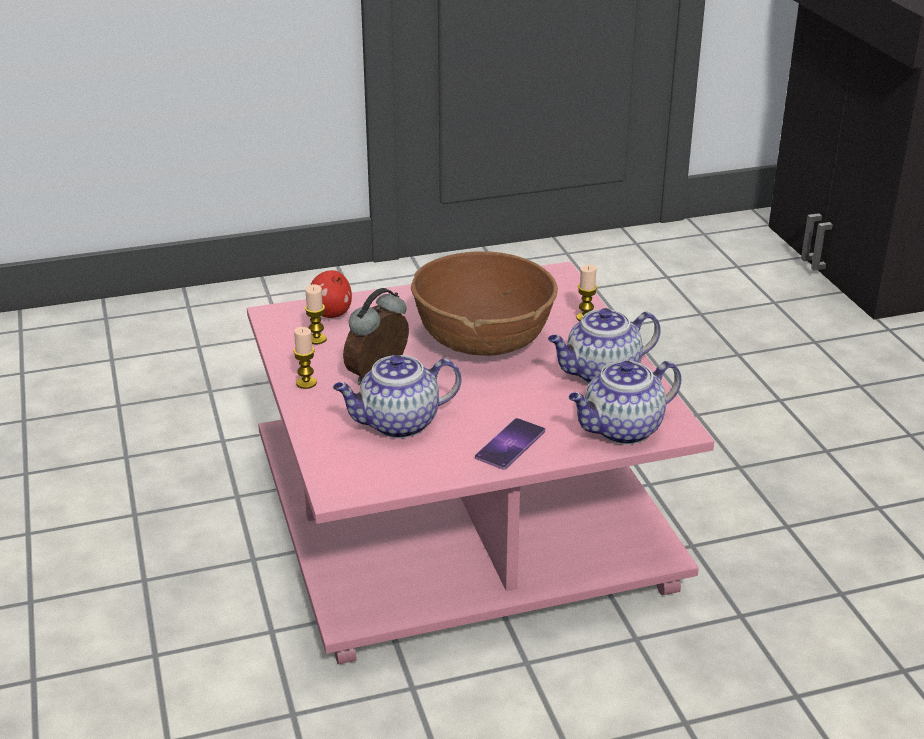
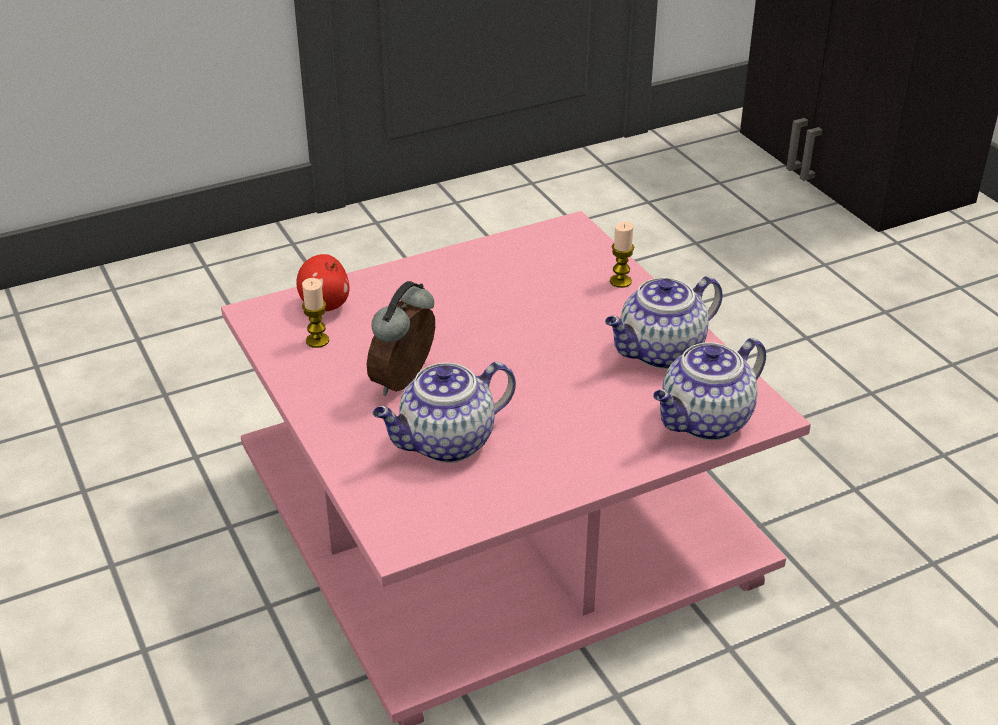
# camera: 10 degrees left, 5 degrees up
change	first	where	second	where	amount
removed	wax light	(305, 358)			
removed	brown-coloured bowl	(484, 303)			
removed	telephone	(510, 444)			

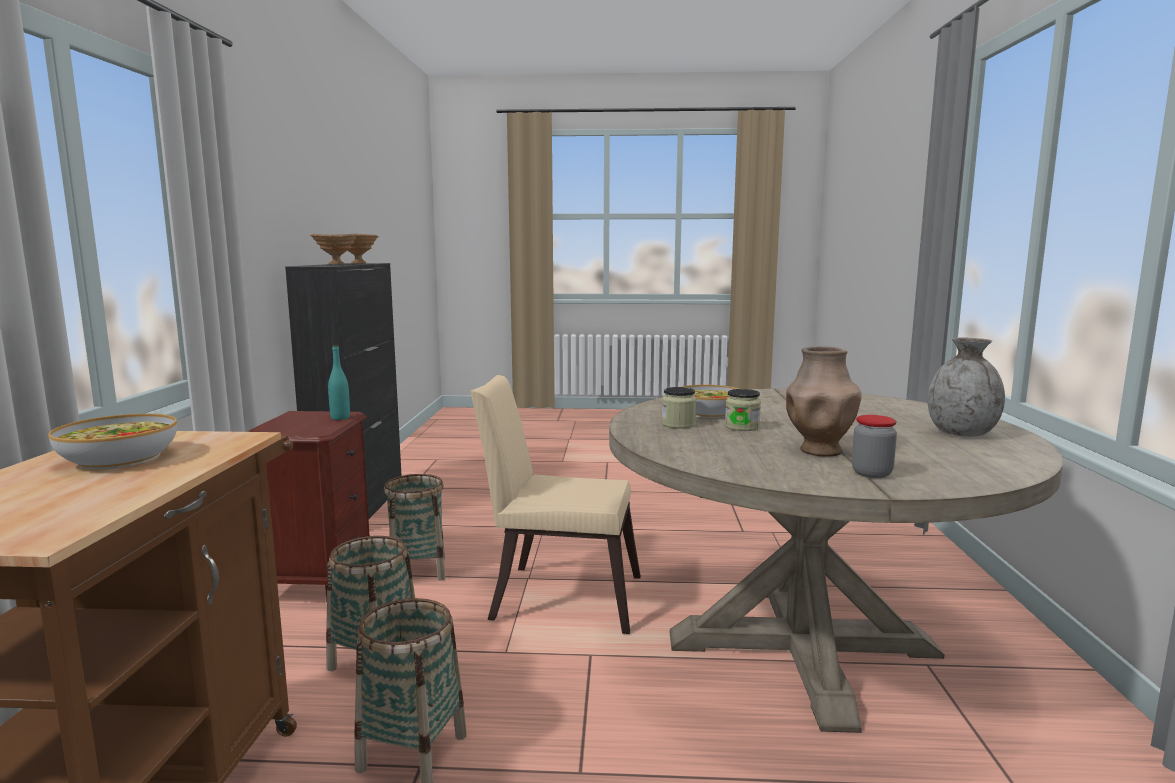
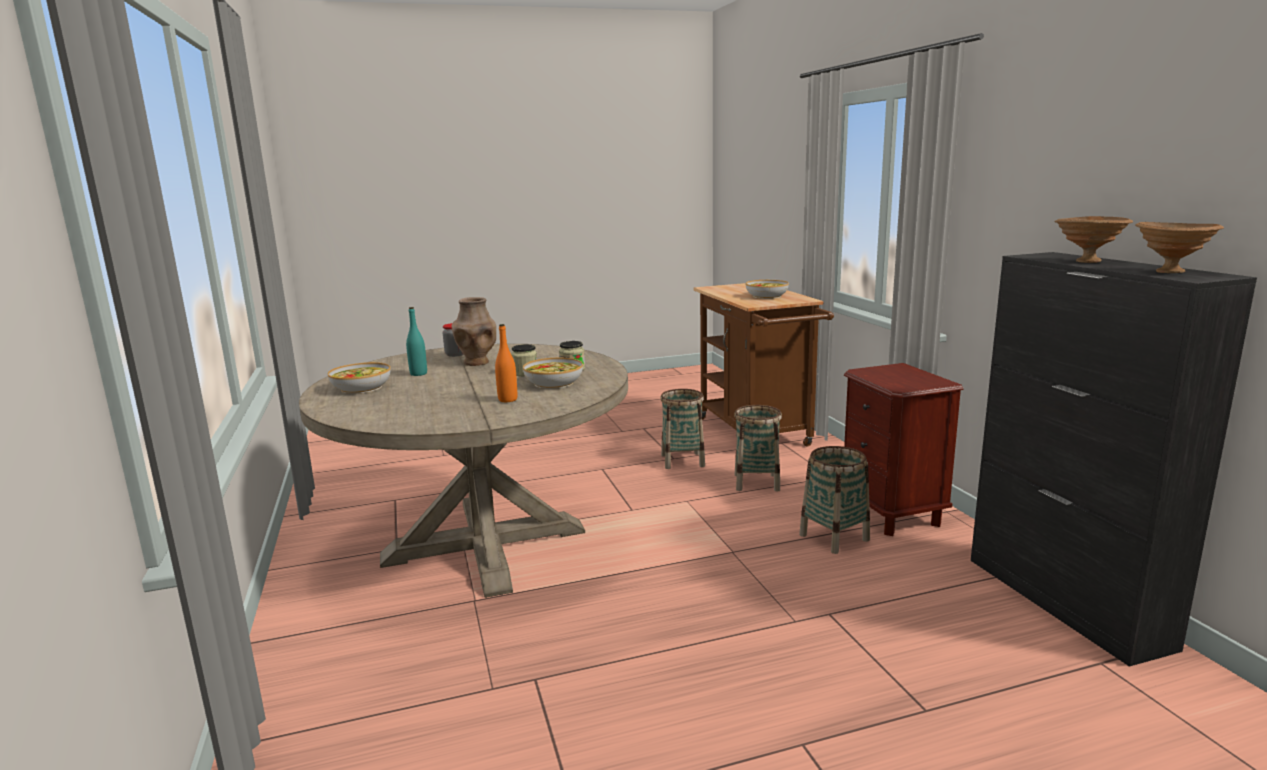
# camera: 160 degrees right, 5 degrees up
change	first	where	second	where	amount
removed	beige plain chair	(555, 504)			
added			orangey bottle	(506, 363)	
moved	turquoise bottle	(339, 382)		(416, 341)	
replaced	grey decorative vase	(966, 387)	bowl	(359, 378)	

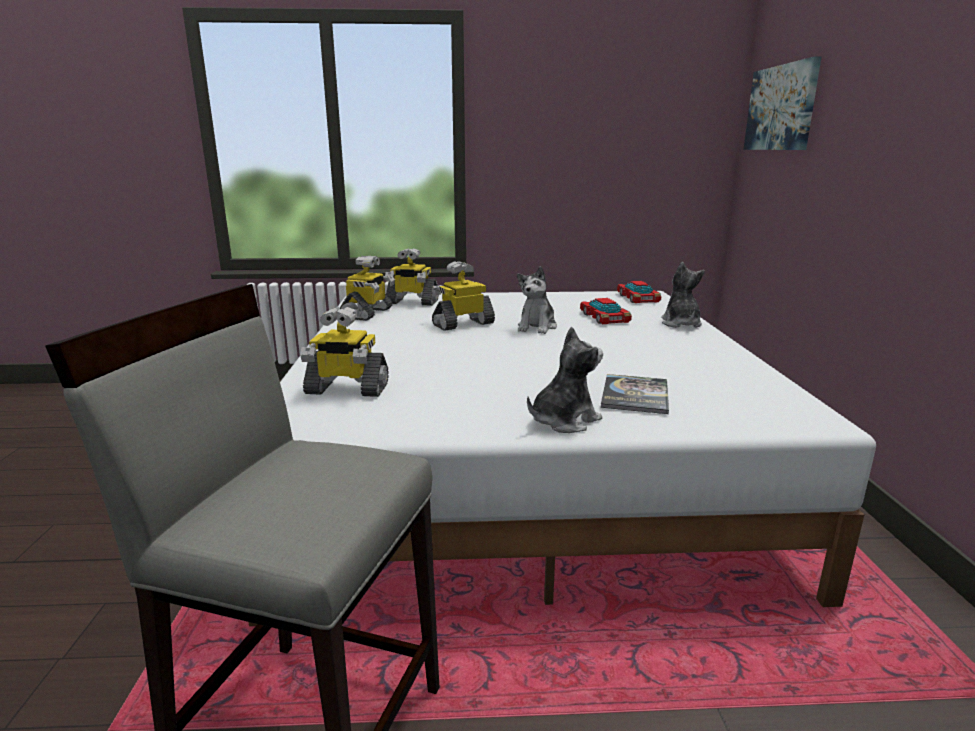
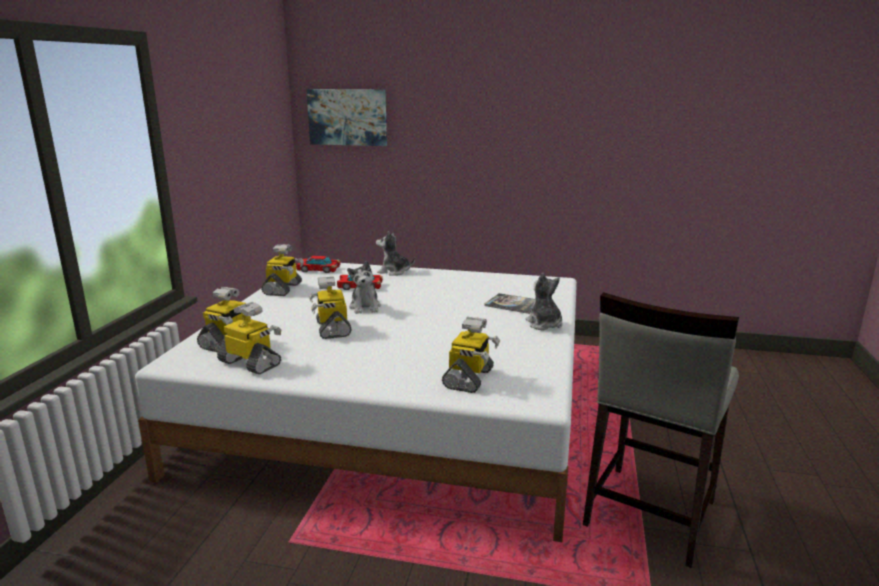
# camera: 75 degrees left, 0 degrees up
change	first	where	second	where	amount
added			toy robot	(282, 270)	
turned	soft toy	(537, 300)		(364, 287)	45 degrees clockwise

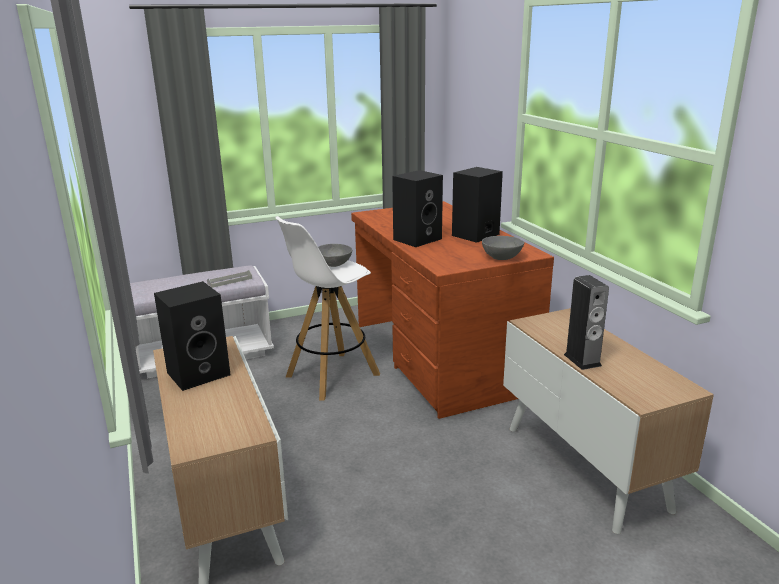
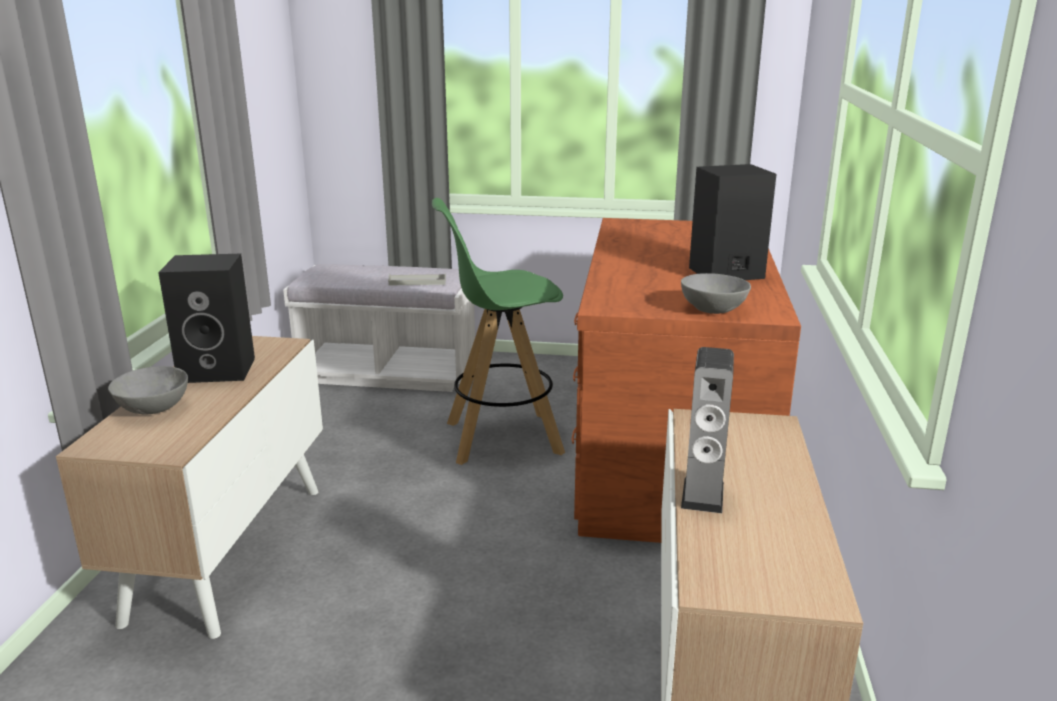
# camera: 30 degrees right, 0 degrees up
change	first	where	second	where	amount
removed	blackish speaker	(417, 208)			
moved	grey bowl	(335, 255)		(148, 390)	
recoloured	whitish stool	(327, 308)	green stool	(498, 331)	

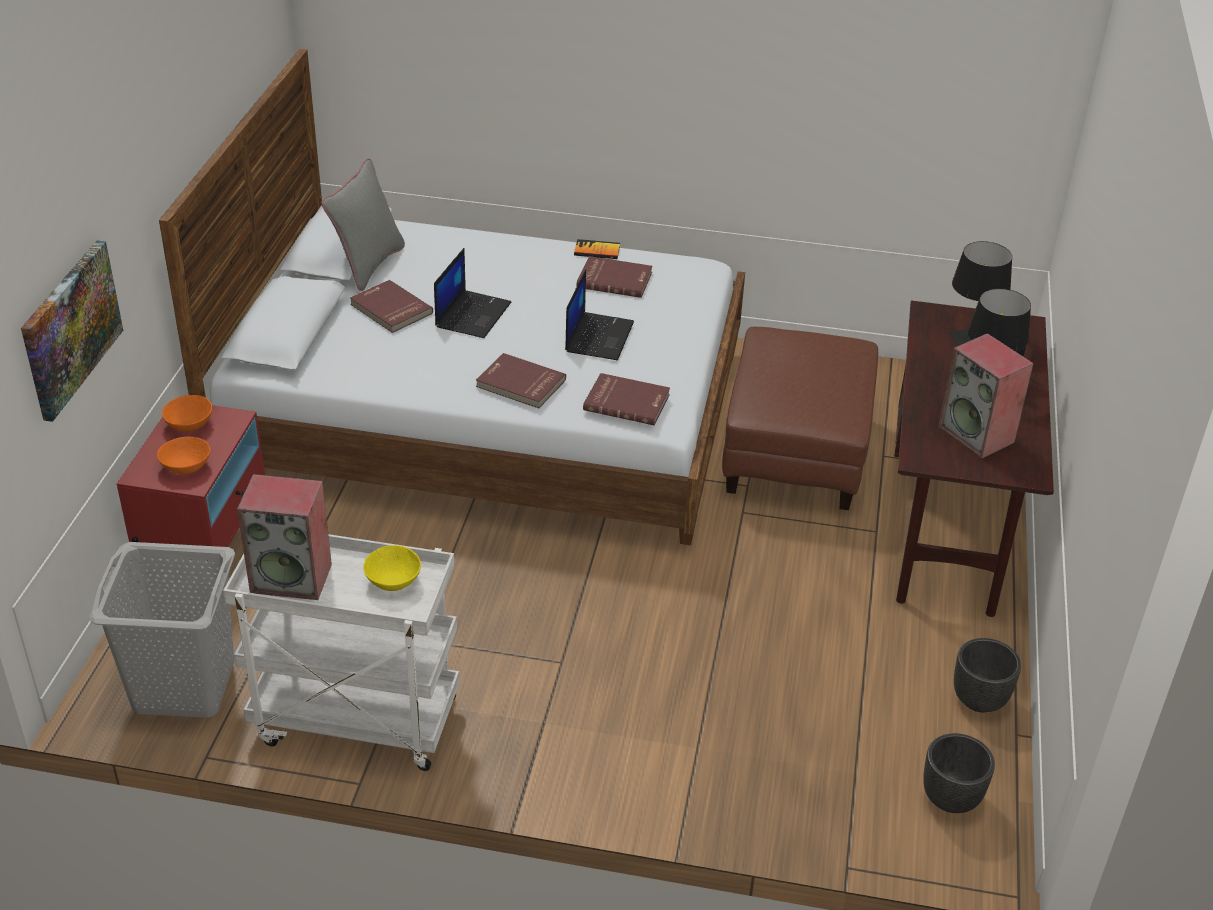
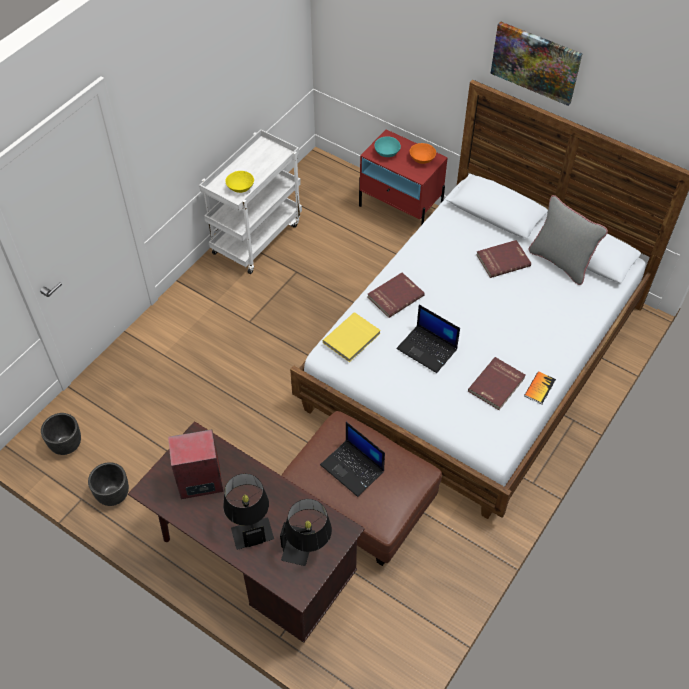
# camera: 115 degrees right, 15 degrees up
change	first	where	second	where	amount
removed	grey laundry basket	(162, 630)			
removed	speaker	(284, 537)			
moved	wall art	(72, 331)		(536, 63)	
moved	laptop	(472, 293)		(352, 459)	
recoloured	orangey bowl	(184, 455)	turquoise bowl	(387, 146)	
recoloured	red book	(626, 399)	yellow book	(352, 337)	

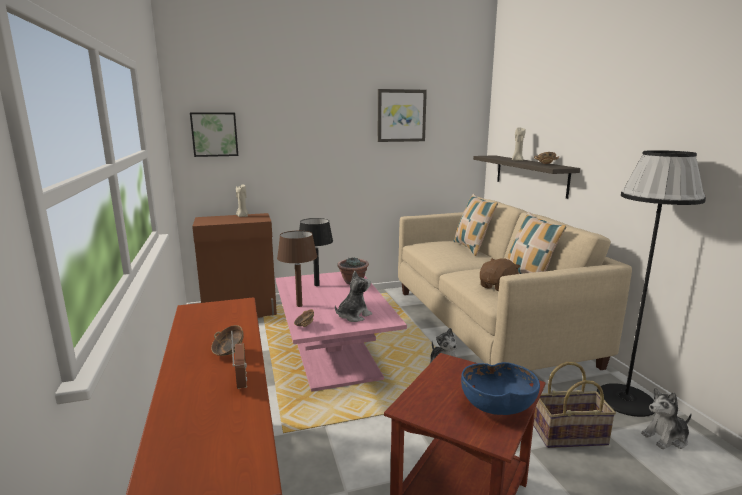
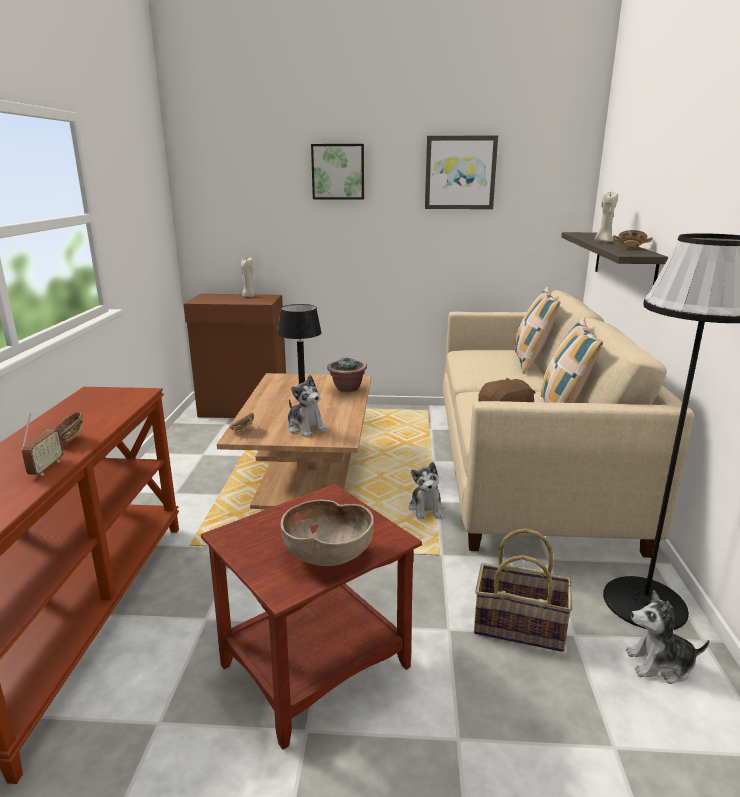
# camera: 20 degrees right, 5 degrees up
change	first	where	second	where	amount
removed	brown-coloured tabletop lamp	(297, 269)			
moved	wall art	(214, 135)		(337, 172)	
recoloured	pinkish low table	(341, 332)	brown-coloured low table	(294, 441)	
recoloured	bluish bowl	(500, 388)	brown-coloured bowl	(327, 533)	
turned	soft toy	(353, 296)		(307, 406)	75 degrees clockwise

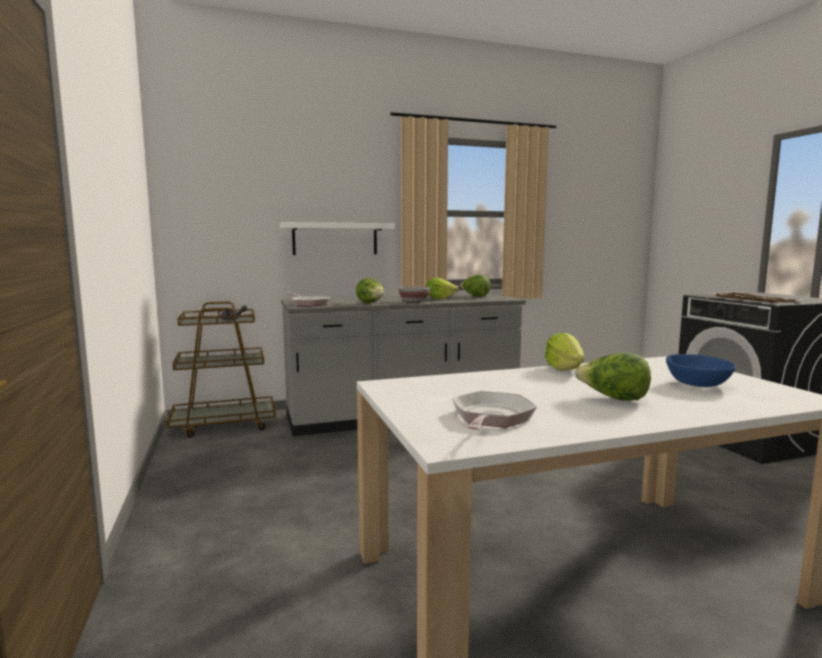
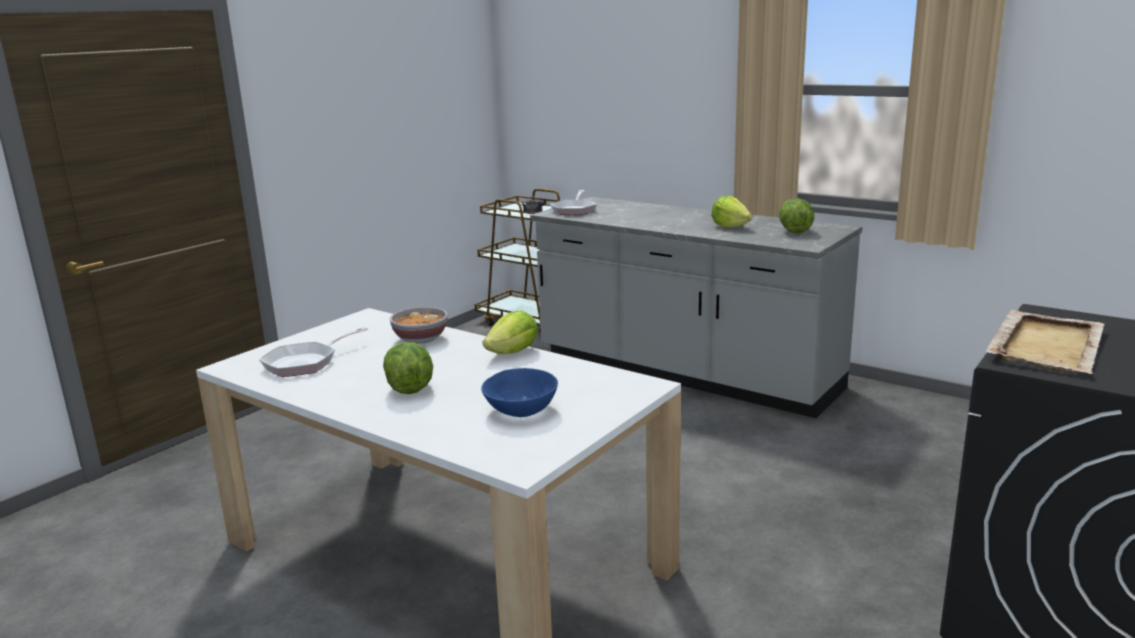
# camera: 55 degrees right, 10 degrees up
change	first	where	second	where	amount
removed	whitish wall shelf	(337, 238)			
removed	head of lettuce	(370, 290)			
moved	bowl	(414, 294)		(419, 325)	
turned	skillet	(494, 410)		(313, 352)	150 degrees clockwise

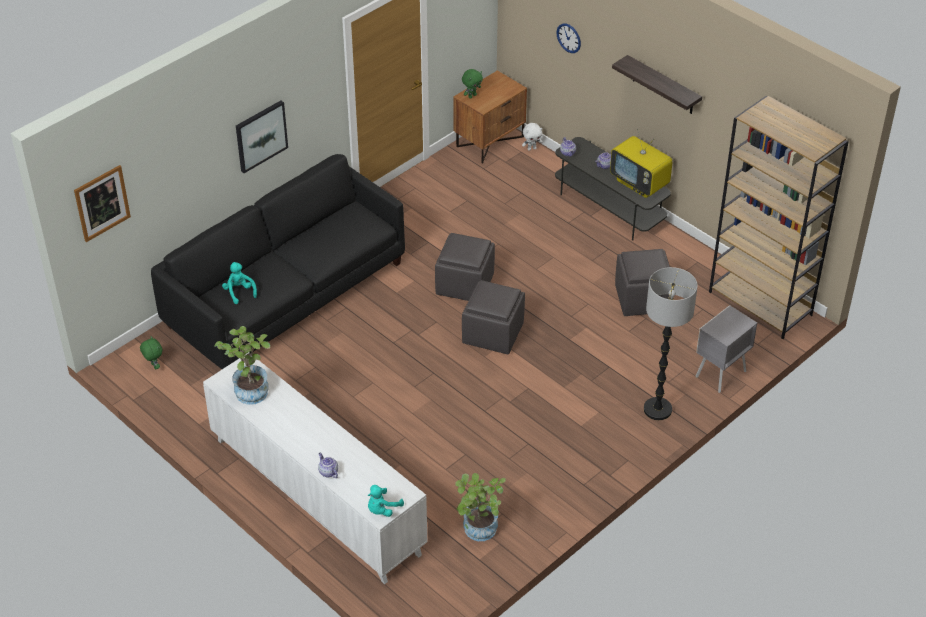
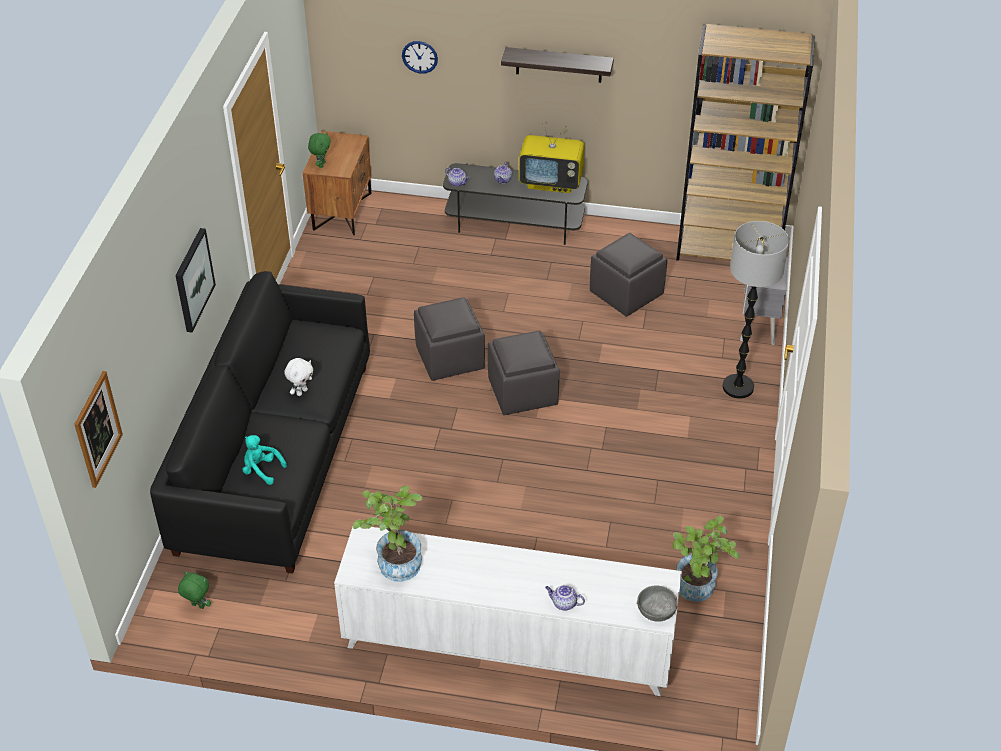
# camera: 35 degrees left, 0 degrees up
change	first	where	second	where	amount
moved	whitish soft toy	(532, 137)		(298, 377)	
replaced	turquoise soft toy	(386, 501)	grey bowl	(657, 603)	

